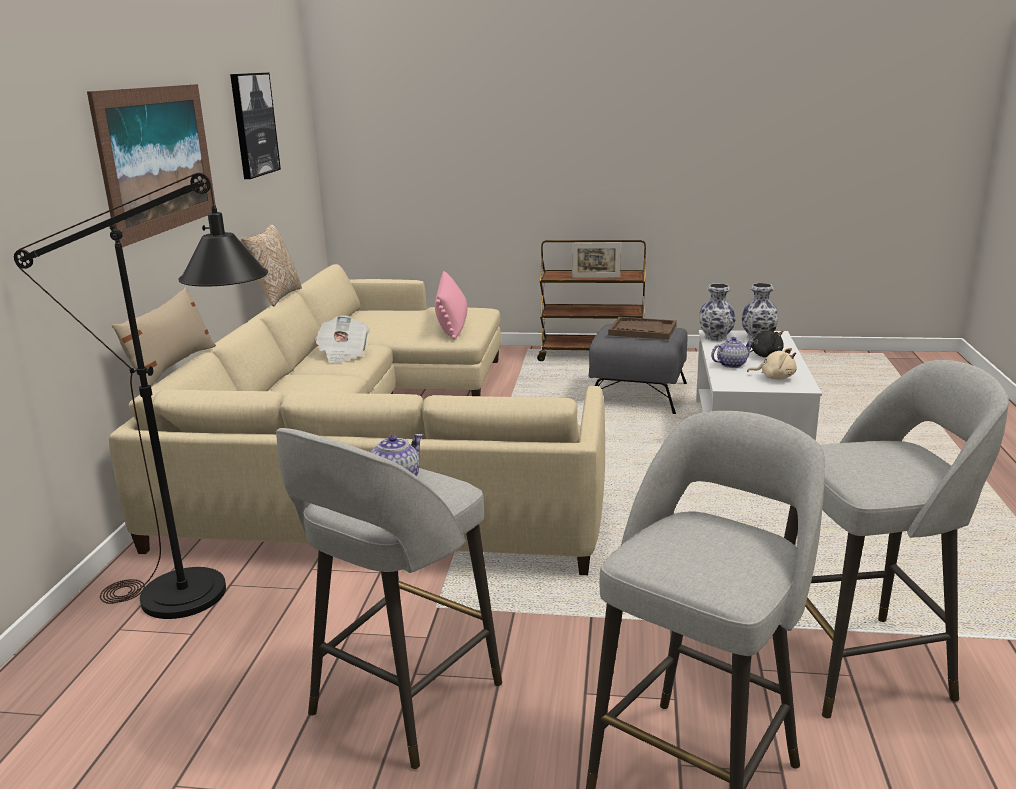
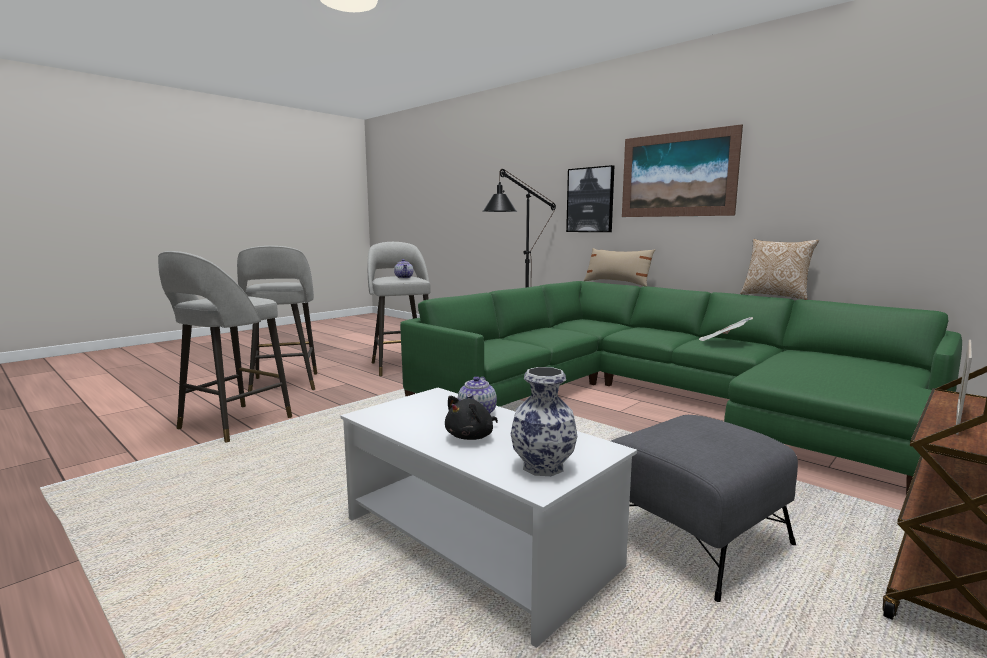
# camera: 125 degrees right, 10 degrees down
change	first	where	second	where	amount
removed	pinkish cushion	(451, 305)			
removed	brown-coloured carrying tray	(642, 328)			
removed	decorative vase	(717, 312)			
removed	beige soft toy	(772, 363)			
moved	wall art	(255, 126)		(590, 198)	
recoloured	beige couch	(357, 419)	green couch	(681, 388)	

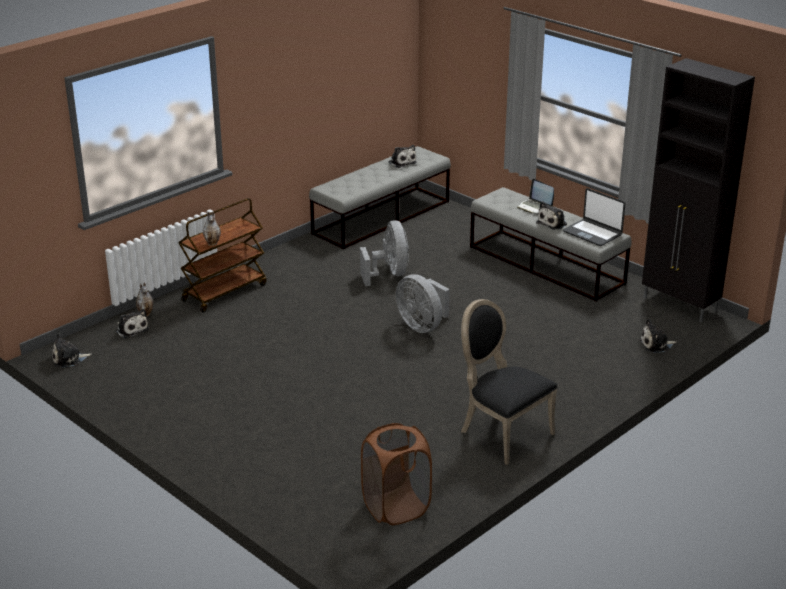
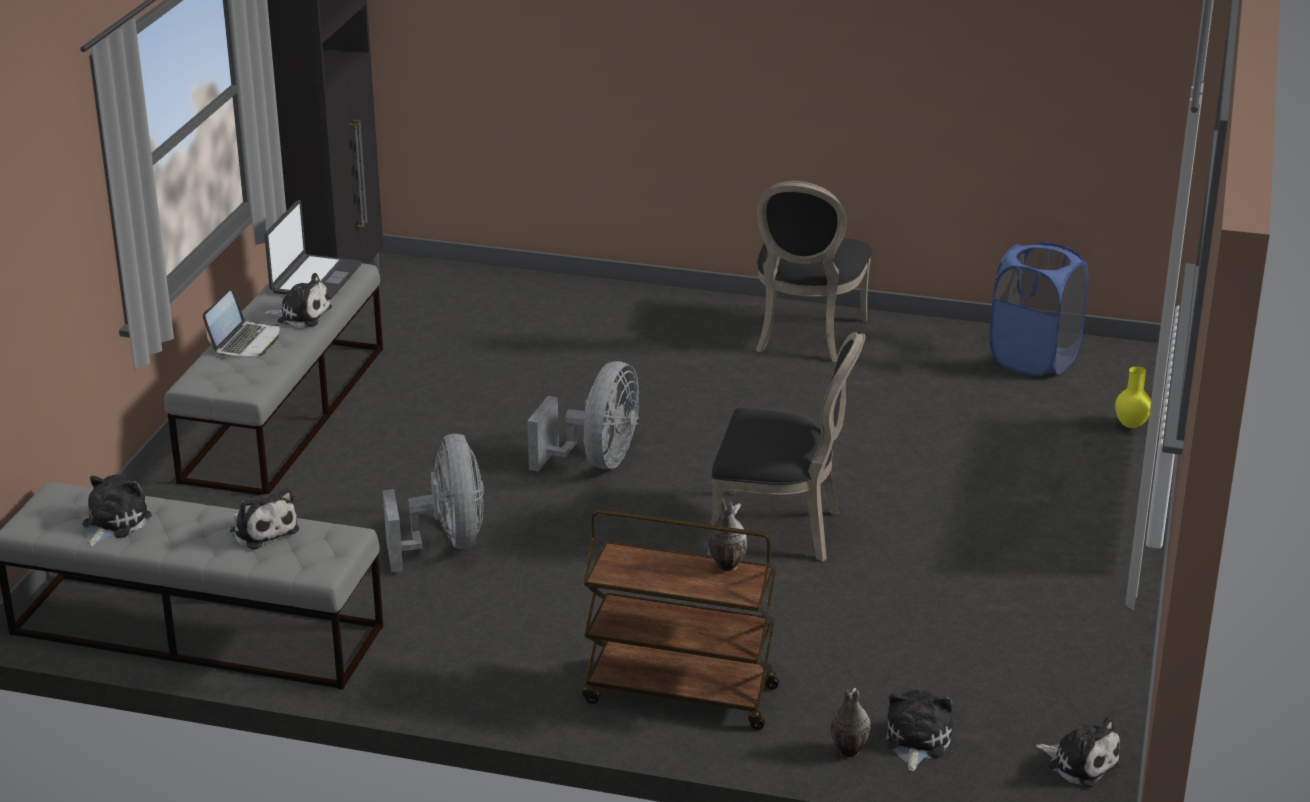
# camera: 120 degrees left, 0 degrees up
change	first	where	second	where	amount
added			blackish plain chair	(786, 447)	
added			yellow decorative vase	(1133, 397)	
moved	soft toy	(658, 336)		(264, 518)	
recoloured	brown-coloured laundry basket	(396, 474)	bluish laundry basket	(1038, 309)	
turned	grey electric fan	(384, 253)		(433, 503)	120 degrees clockwise

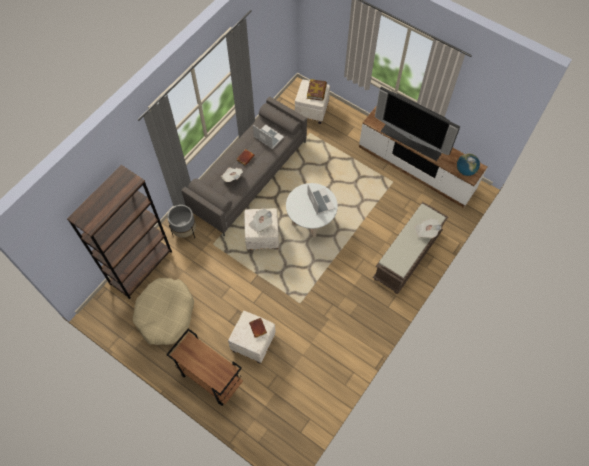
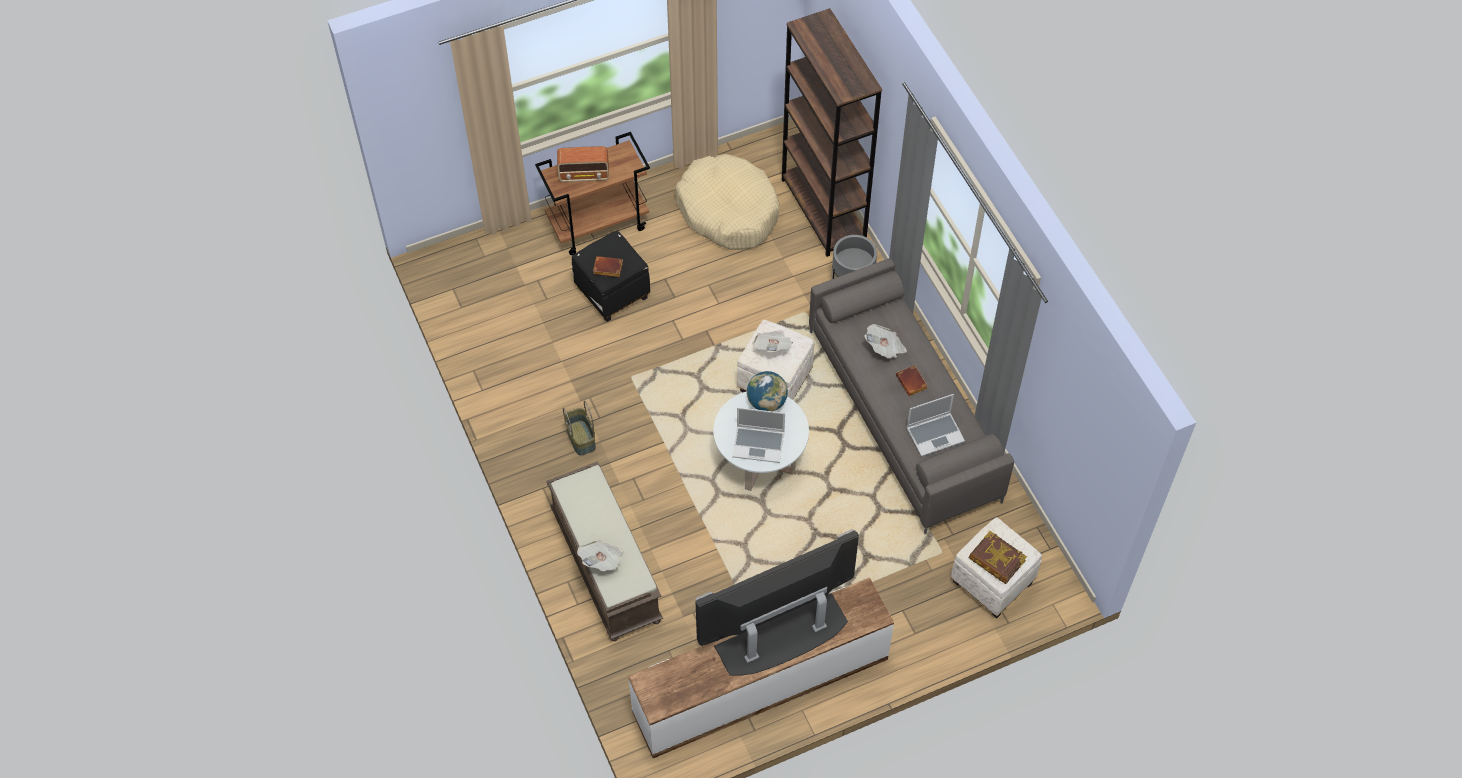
# camera: 120 degrees right, 5 degrees down
change	first	where	second	where	amount
added			radio set	(583, 164)	
added			household basket	(579, 428)	
moved	globe	(468, 164)		(767, 391)	
recoloured	whitish ottoman	(252, 337)	blackish ottoman	(611, 276)	

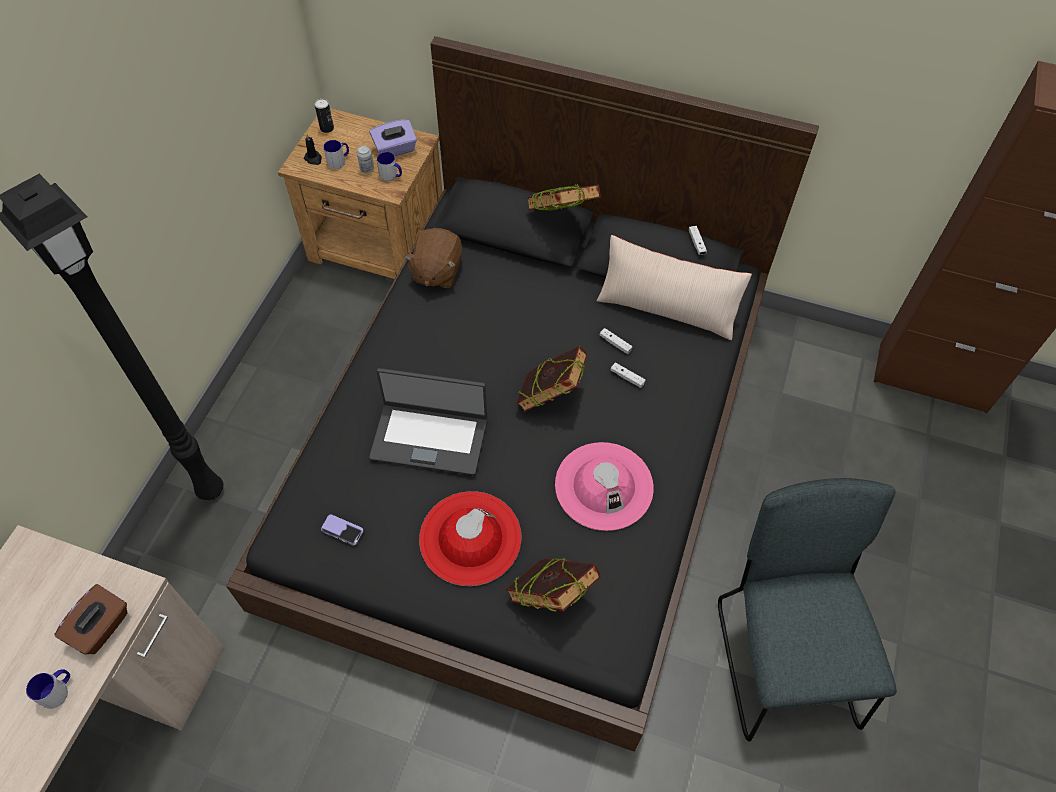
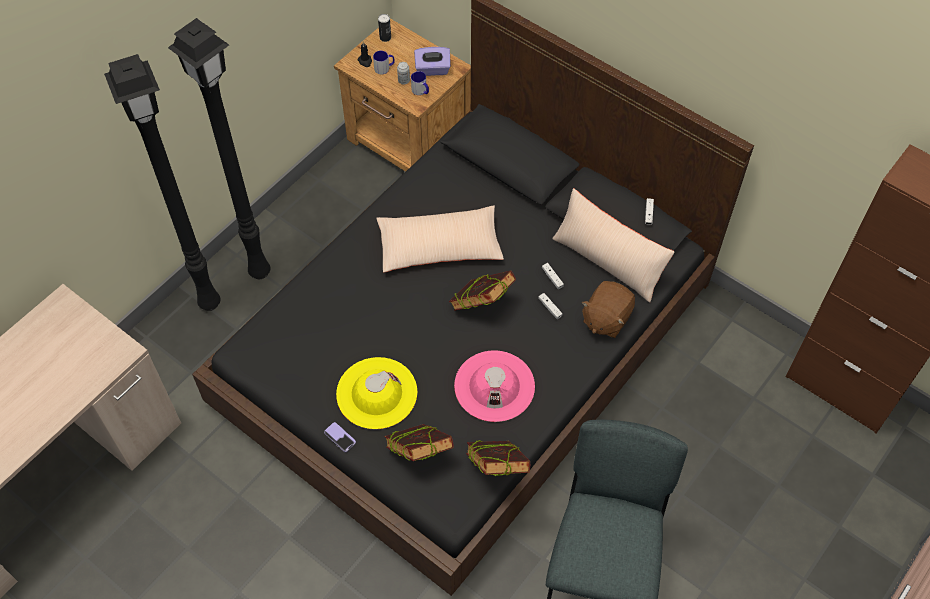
# camera: 20 degrees right, 0 degrees up
change	first	where	second	where	amount
removed	tea mug	(48, 689)			
removed	brown-coloured tissue holder	(90, 619)			
removed	laptop	(428, 421)			
added			blackish floor lamp	(219, 148)	
added			beige cushion	(440, 238)	
moved	telephone	(342, 530)		(340, 437)	
moved	brown-coloured soft toy	(433, 258)		(608, 309)	
moved	book	(563, 197)		(498, 458)	
recoloured	red hat	(470, 538)	yellow hat	(377, 393)	

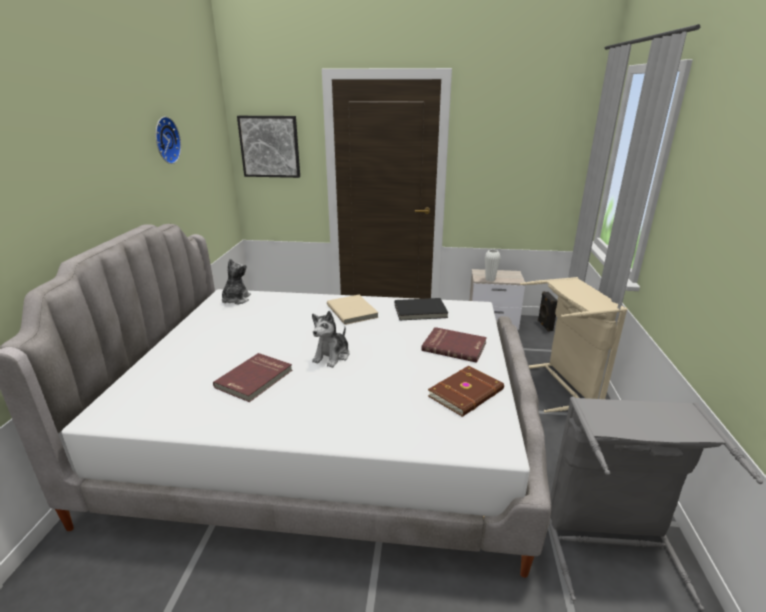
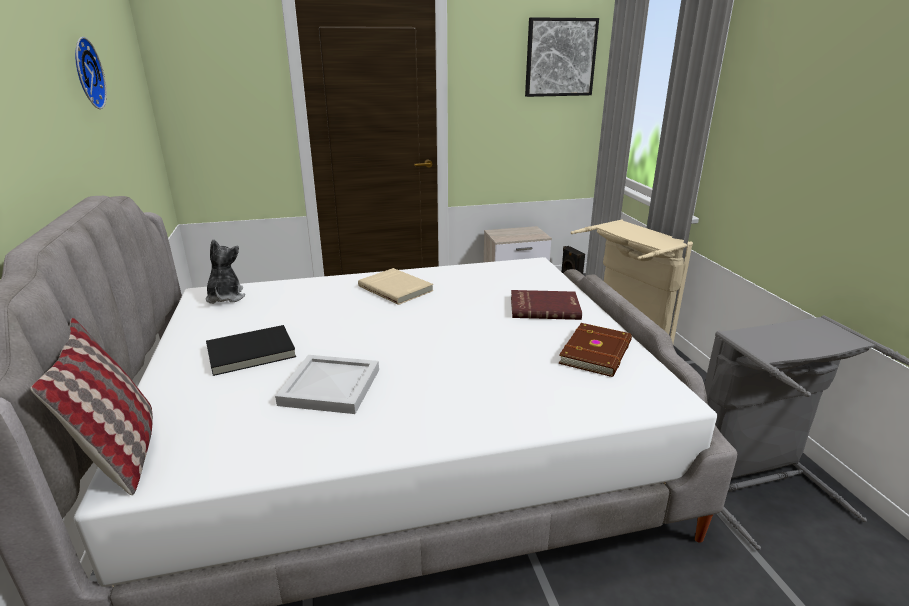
# camera: 20 degrees left, 0 degrees up
change	first	where	second	where	amount
removed	soft toy	(330, 339)			
removed	whitish decorative vase	(492, 265)			
added			cushion	(91, 406)	
moved	wall art	(268, 147)		(562, 57)	
moved	blackish book	(421, 309)		(251, 350)	
replaced	red book	(252, 377)	whitish carrying tray	(327, 384)	

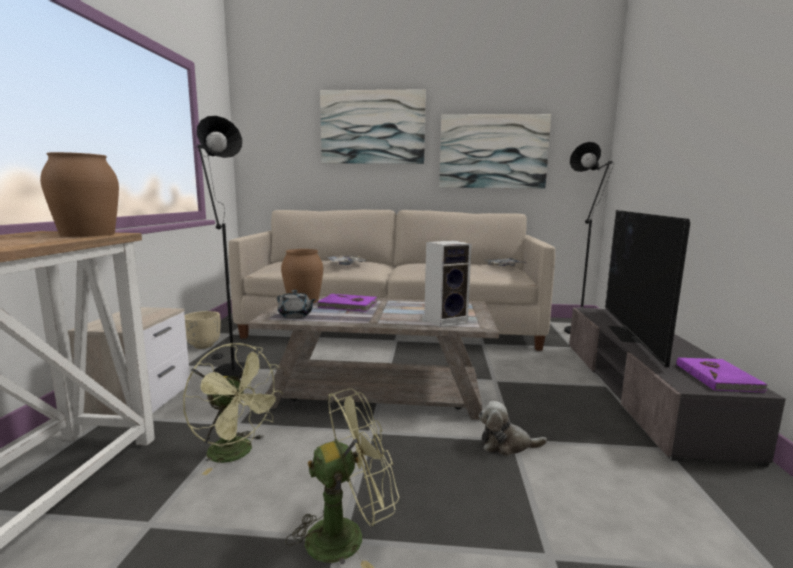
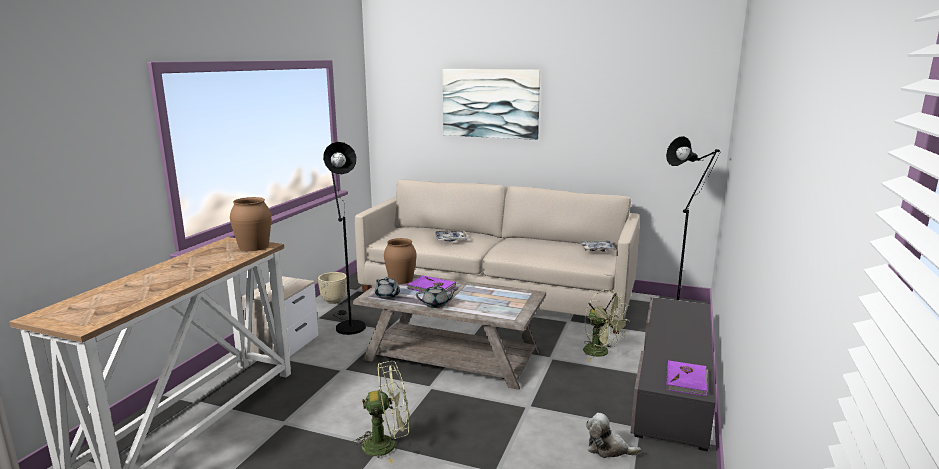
# camera: 15 degrees right, 5 degrees up
change	first	where	second	where	amount
removed	speaker	(448, 284)			
removed	wall art	(495, 151)			
removed	TV	(647, 288)			
added			grey pot for tea	(436, 296)	
moved	green electric fan	(233, 409)		(606, 325)	
moved	soft toy	(513, 428)		(614, 435)	

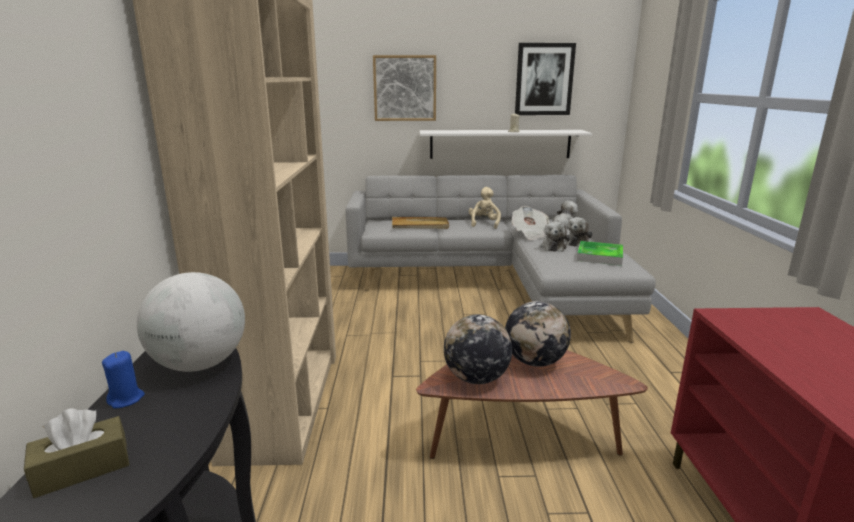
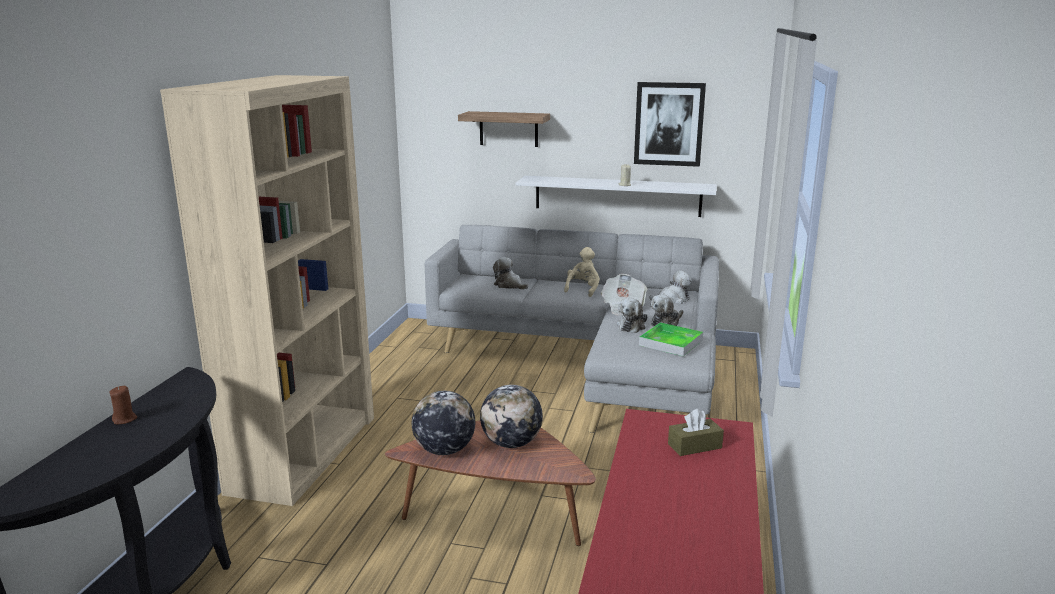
# camera: 15 degrees right, 0 degrees up
change	first	where	second	where	amount
removed	globe	(191, 322)			
moved	brown-coloured tissue holder	(76, 453)		(696, 432)	
replaced	wall art	(404, 88)	wall shelf	(504, 129)	
replaced	beige carrying tray	(420, 223)	soft toy	(510, 273)	
recoloured	bluish wax light	(123, 380)	brown-coloured wax light	(123, 405)	

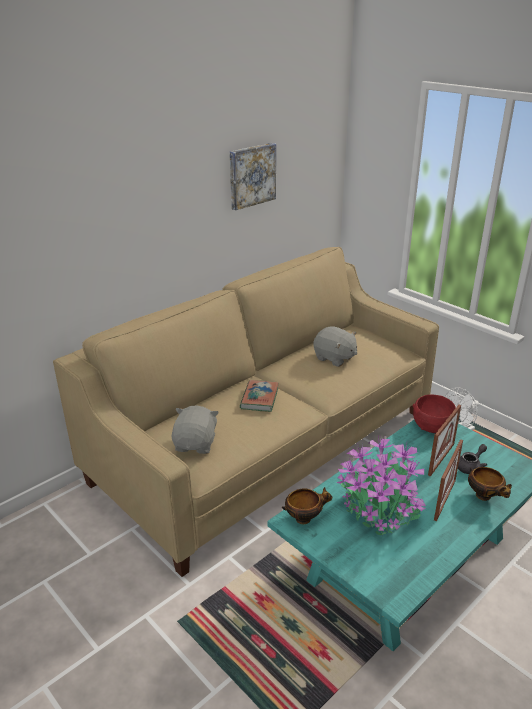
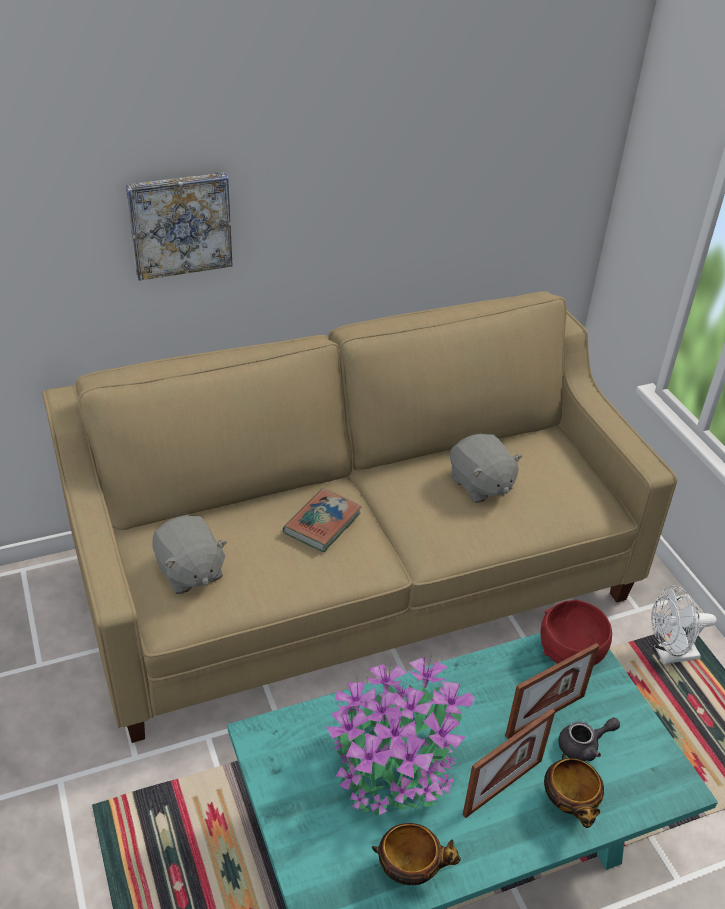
# camera: 20 degrees right, 10 degrees up
change	first	where	second	where	amount
moved	wall art	(253, 176)		(179, 226)	
moved	bowl	(307, 505)		(416, 854)	
turned	grey soft toy	(195, 430)		(189, 554)	120 degrees clockwise

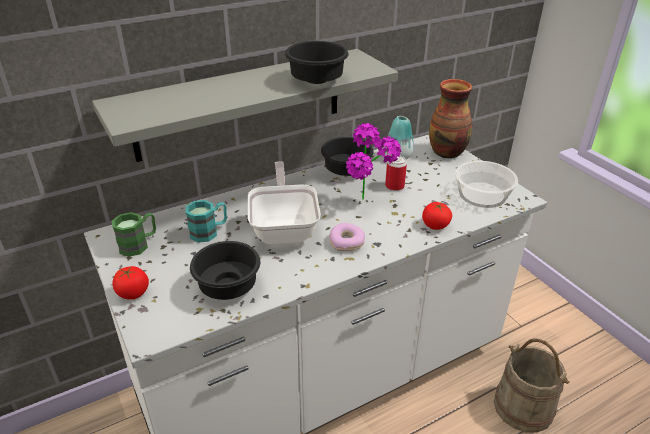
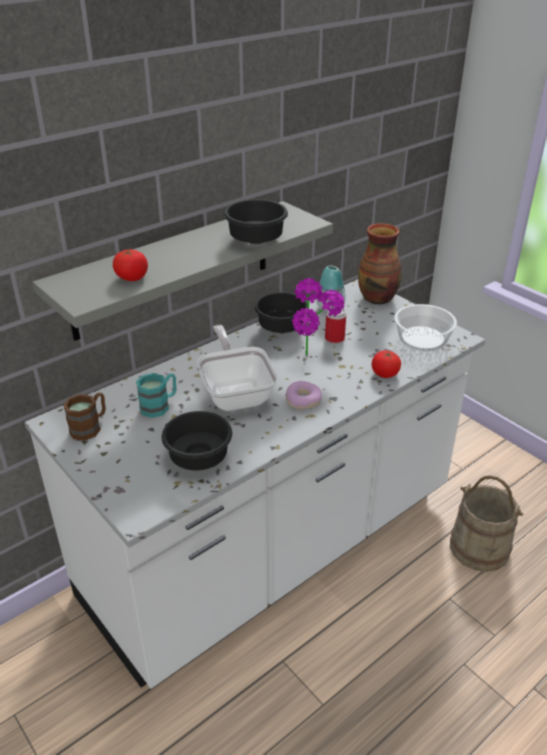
# camera: 10 degrees left, 0 degrees up
change	first	where	second	where	amount
moved	tomato	(130, 283)		(130, 265)	
recoloured	green tea mug	(134, 234)	brown-coloured tea mug	(84, 416)	

